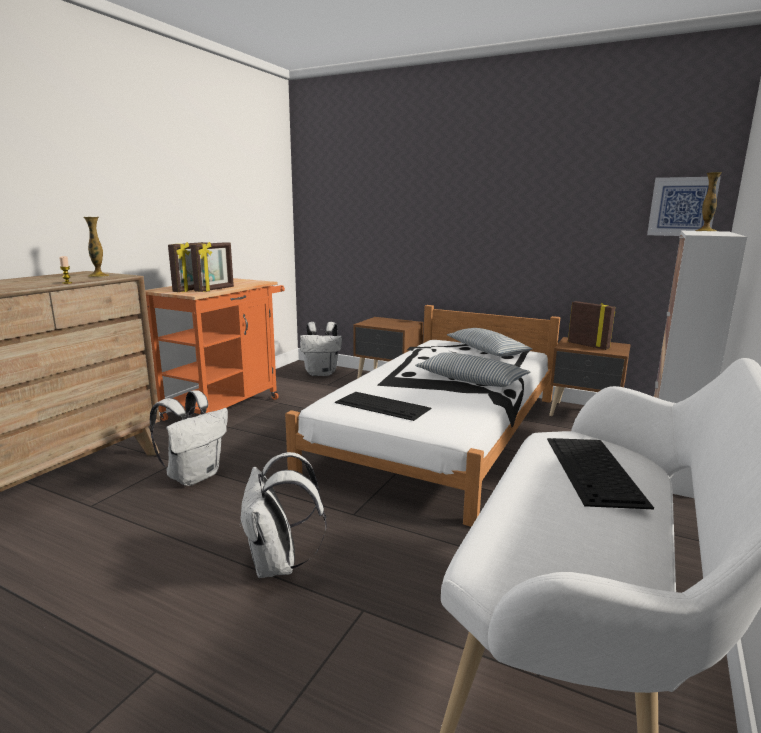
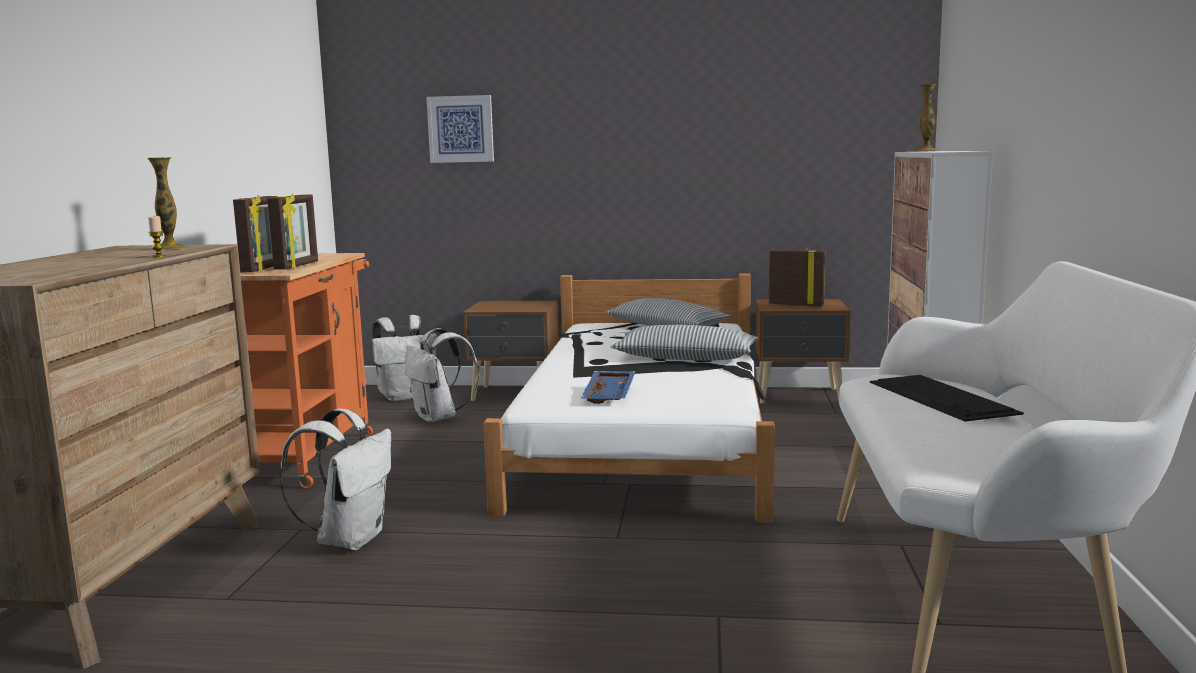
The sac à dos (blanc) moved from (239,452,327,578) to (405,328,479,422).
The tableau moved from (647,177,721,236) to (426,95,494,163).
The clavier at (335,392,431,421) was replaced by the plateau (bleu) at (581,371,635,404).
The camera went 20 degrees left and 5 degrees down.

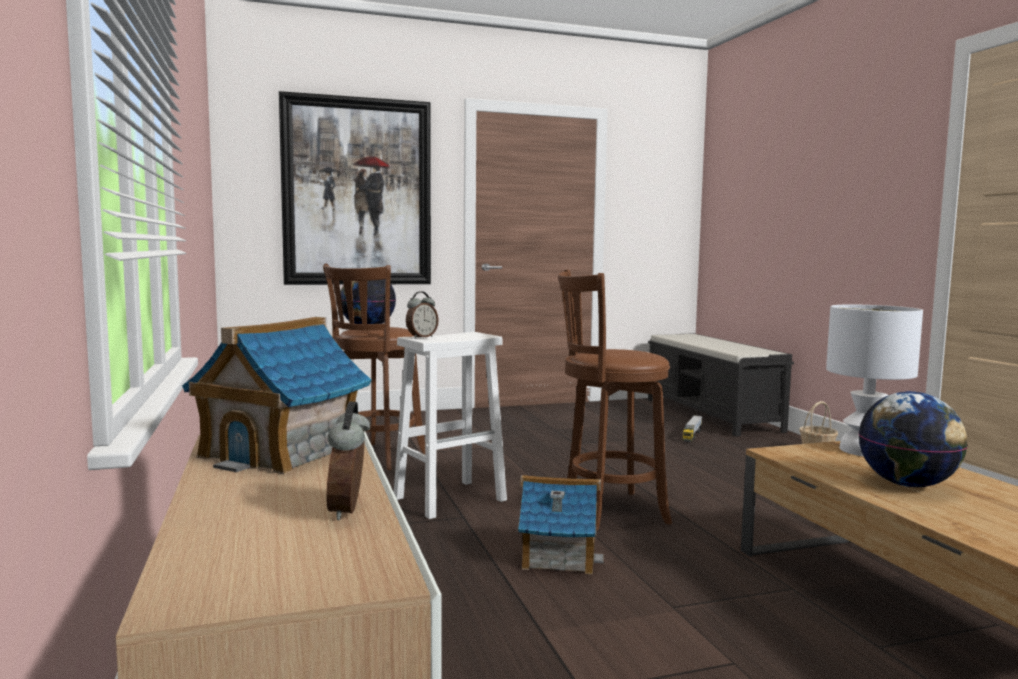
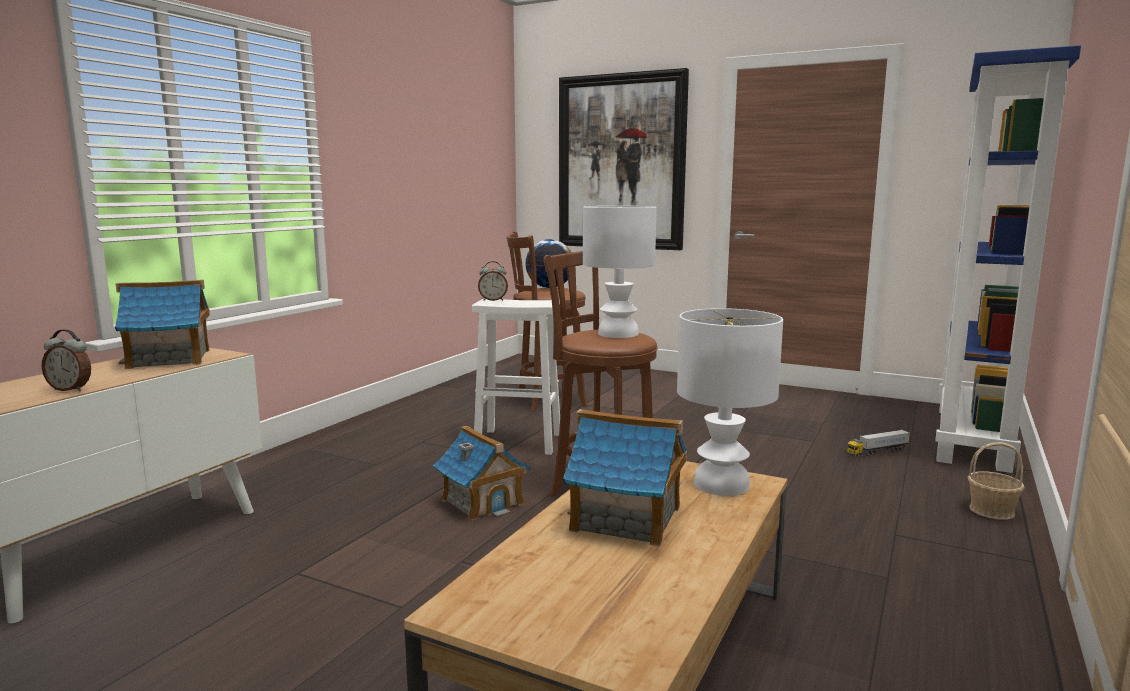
The lampe de table (blanc) at (583,206,657,338) appeared.
The banc (noir) at (648,333,794,437) was replaced by the bibliothèque (bleu) at (935,45,1081,473).
The globe at (859,391,968,487) was replaced by the maison miniature at (563,409,688,547).
The réveil at (326,401,370,520) turned 120 degrees counterclockwise.
The camera went 45 degrees right and 5 degrees up.

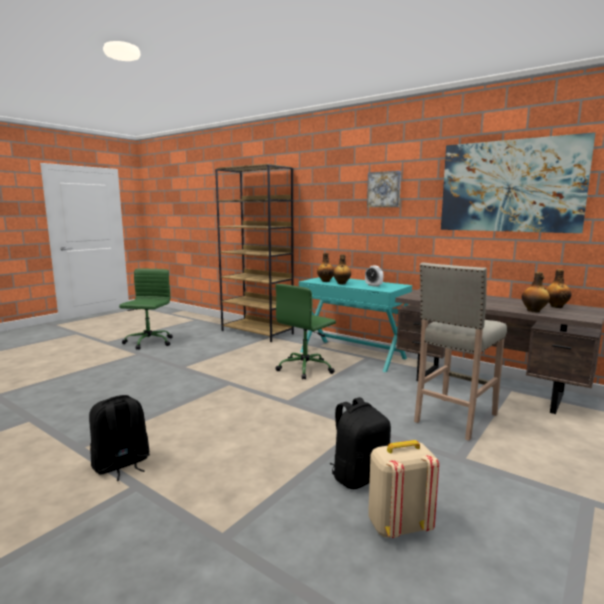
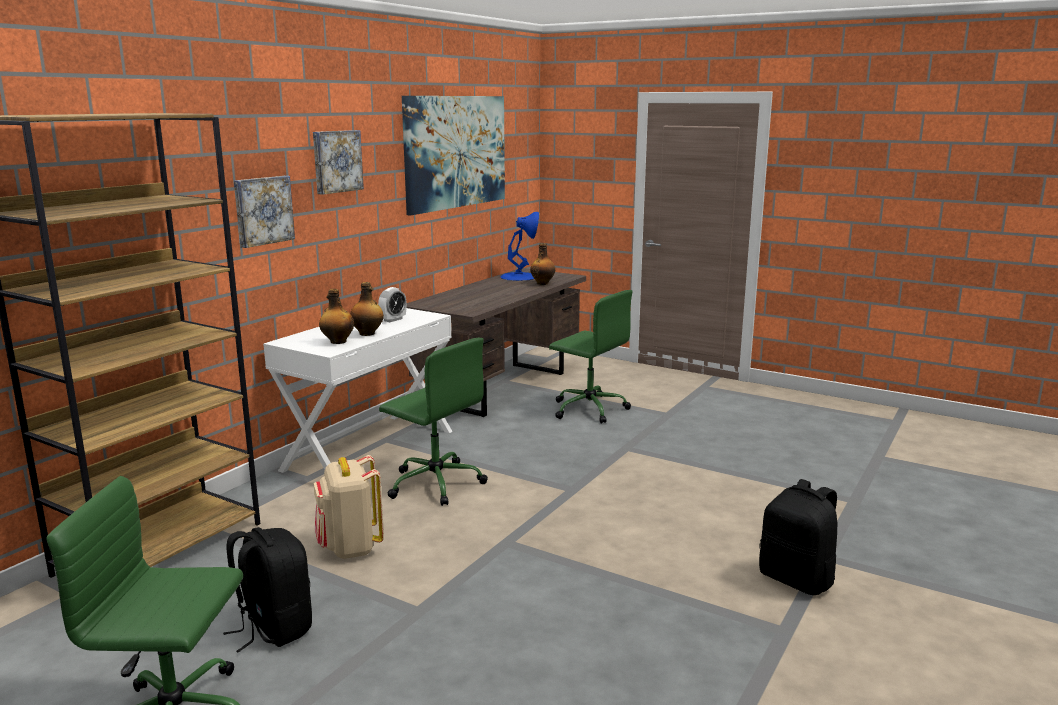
The tableau at (234,176,295,248) appeared.
The sac à dos (noir) moved from (330,397,391,489) to (223,527,312,652).
The sac à dos (beige) moved from (368,440,439,538) to (314,455,384,559).
The tabouret (beige) at (414,262,507,441) was replaced by the chaise de bureau (vert) at (549,290,632,424).
The bouteille at (546,269,572,308) was replaced by the lampe de table (bleu) at (500,212,539,281).
The bureau (turquoise) at (299,277,412,372) became the bureau (blanc) at (263,308,453,473).
The camera went 95 degrees left and 5 degrees up.

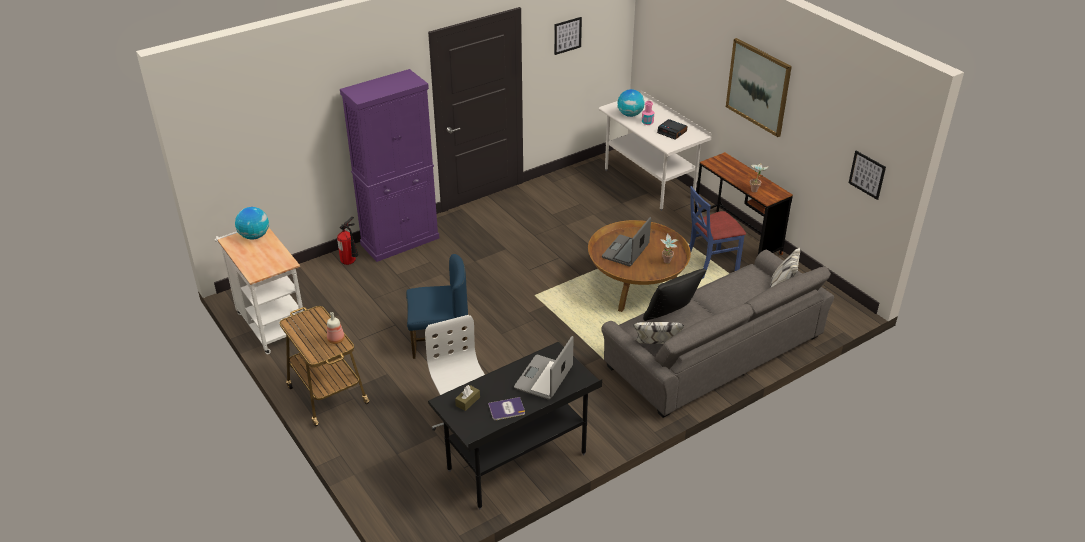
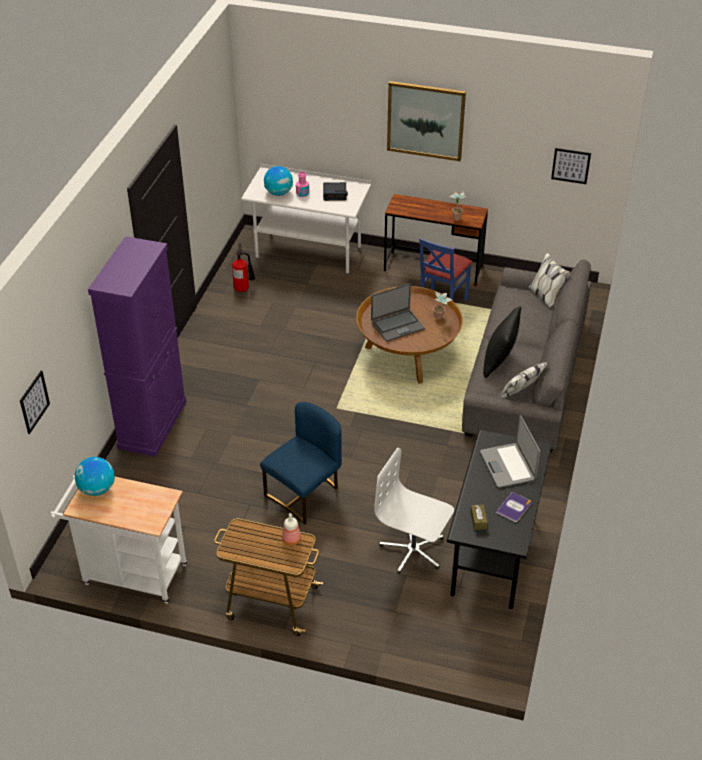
The extincteur moved from (337,217,358,265) to (232,243,255,292).
The tableau moved from (554,17,582,55) to (20,371,50,434).
The ordinateur portable at (602,217,651,266) turned 105 degrees counterclockwise.
The camera went 40 degrees left and 5 degrees up.

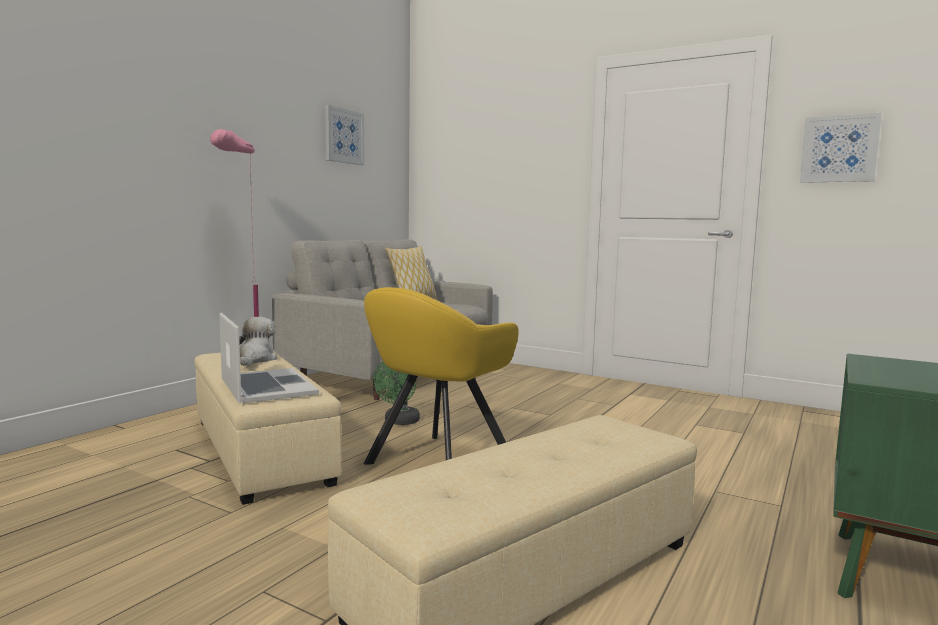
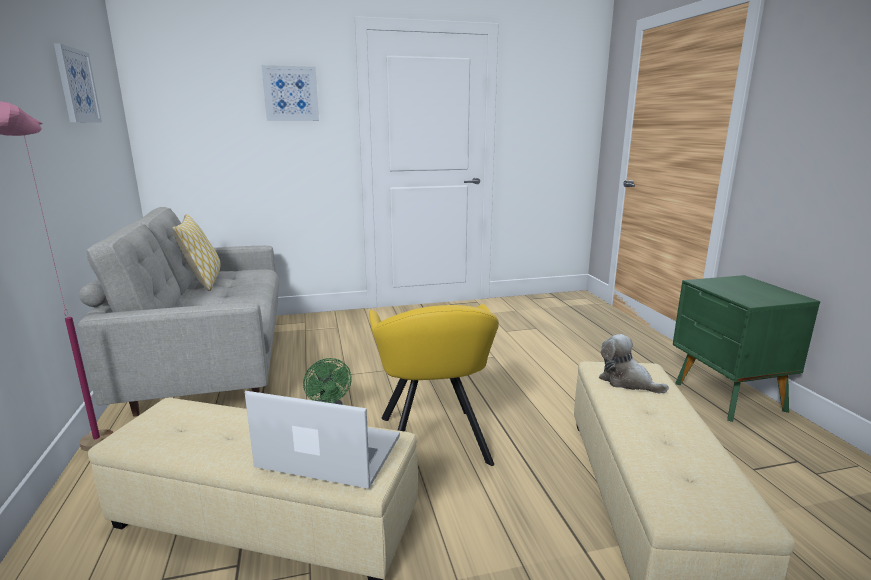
The peluche moved from (239,317,277,366) to (599,334,669,393).
The tableau moved from (800,113,882,183) to (262,65,319,121).
The camera went 45 degrees left and 10 degrees up.

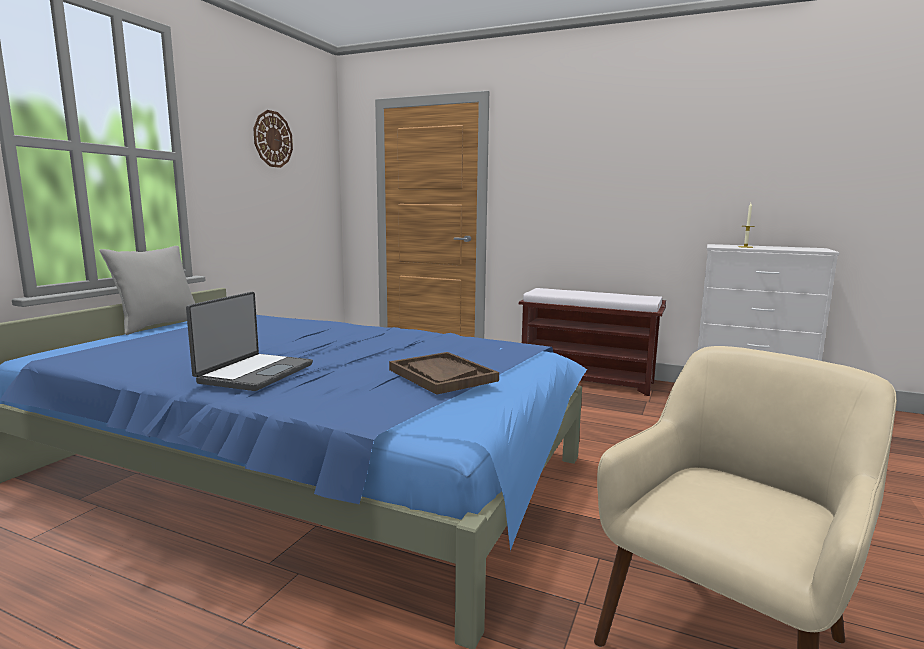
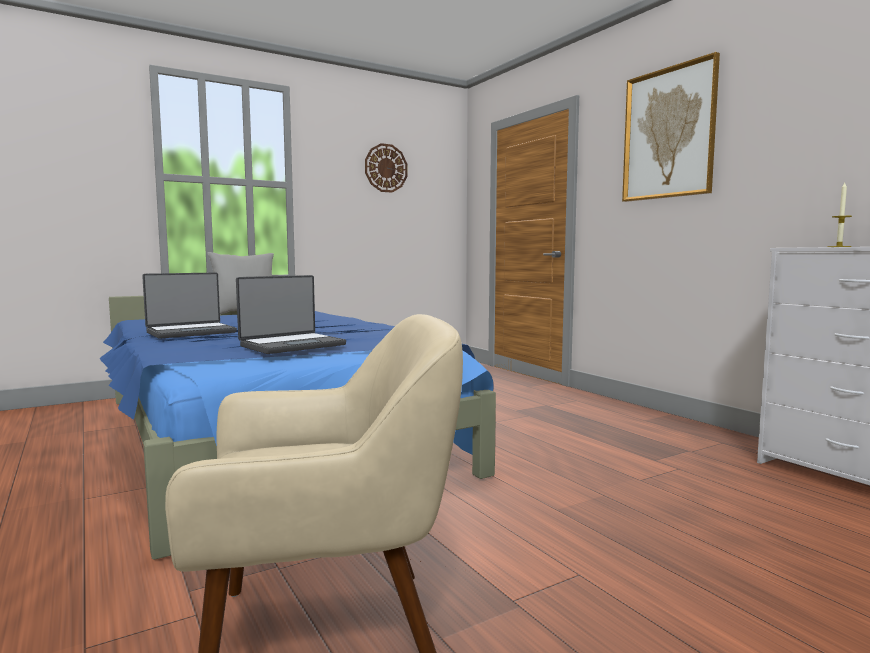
The banc (marron) at (519,288,666,396) disappeared.
The tableau at (622,52,720,202) appeared.
The plateau (marron) at (389,352,499,395) was replaced by the ordinateur portable at (236,275,346,354).
The camera went 35 degrees right and 5 degrees down.

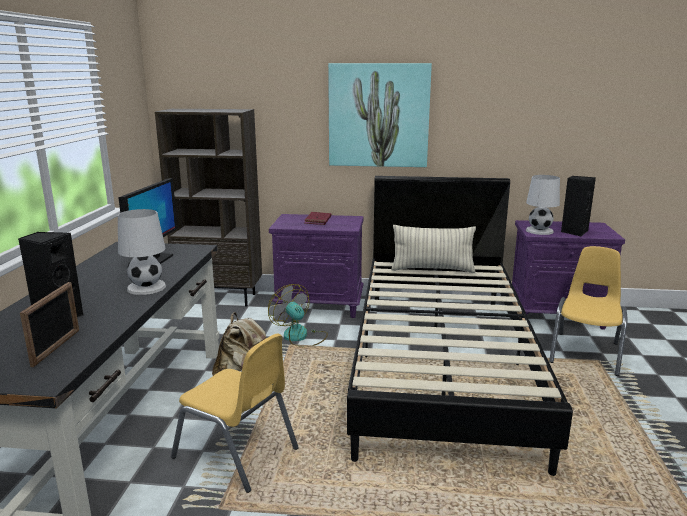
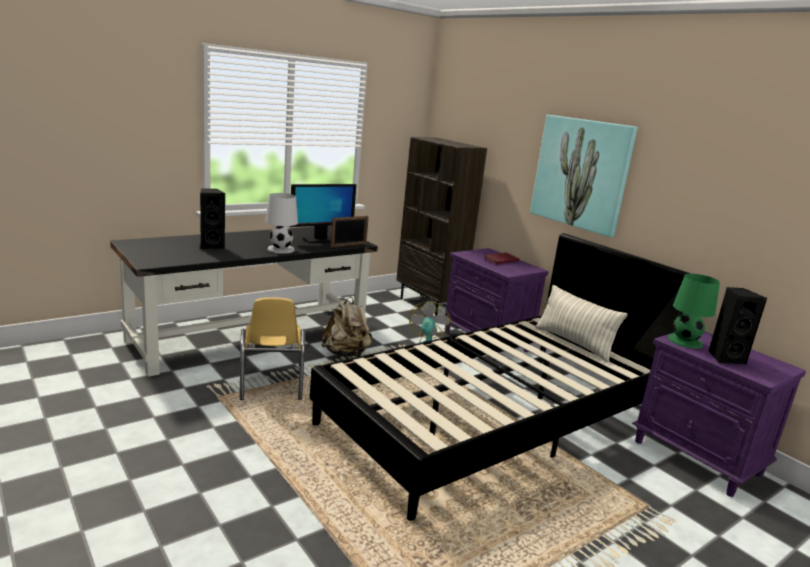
The chaise (jaune) at (549,246,628,376) disappeared.
The cadre photo moved from (20,282,79,367) to (331,216,369,248).
The lampe de table (blanc) at (526,175,560,235) became the lampe de table (vert) at (668,274,720,349).
The camera went 45 degrees right and 0 degrees up.

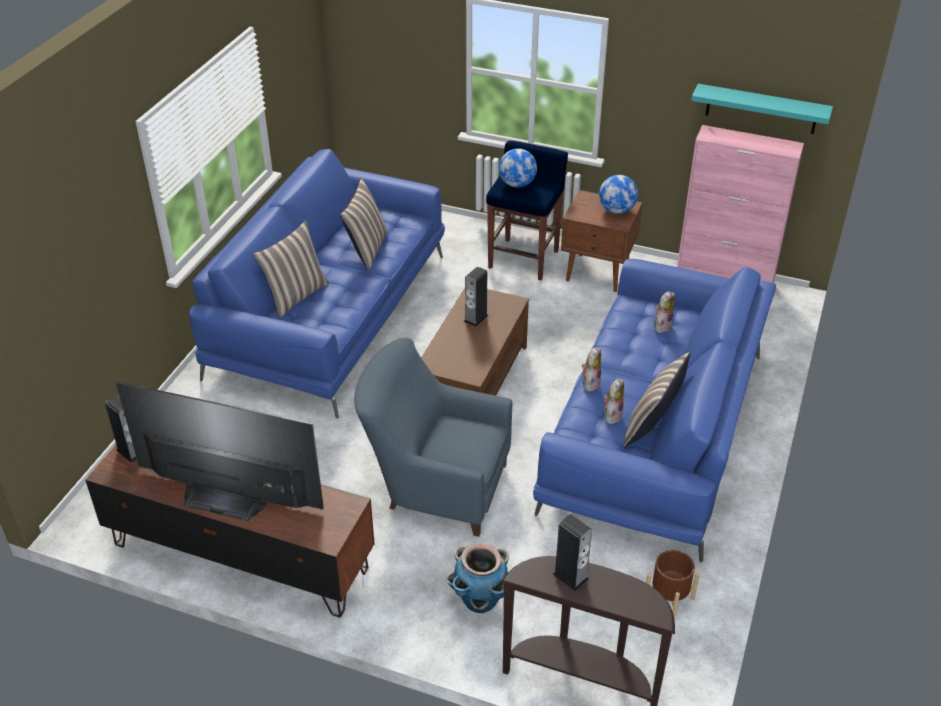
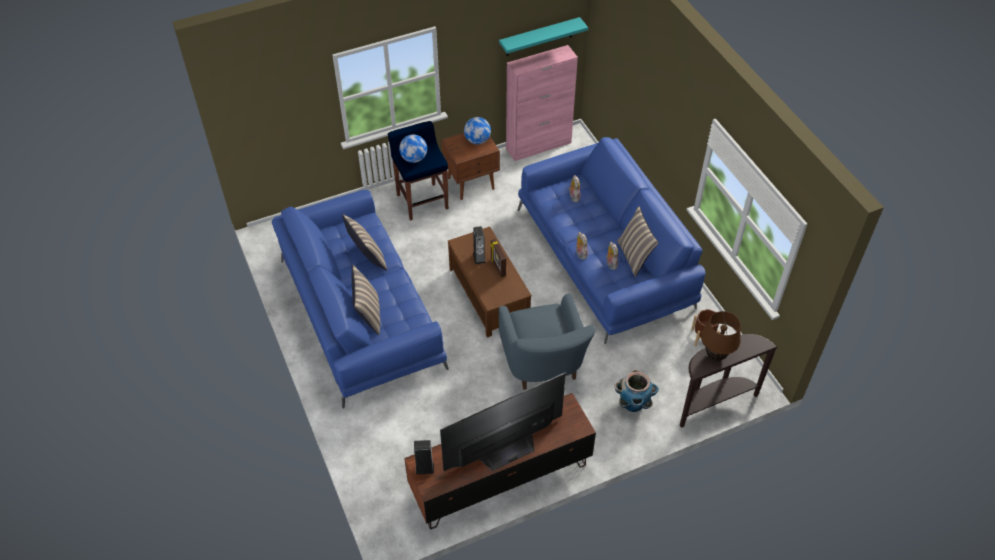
The cadre photo at (490,239,506,278) appeared.
The enceinte at (553,514,592,591) was replaced by the lampe de table (marron) at (701,311,741,361).
The fauteuil (bleu) at (354,338,512,537) turned 75 degrees counterclockwise.
The camera went 45 degrees left and 10 degrees up.

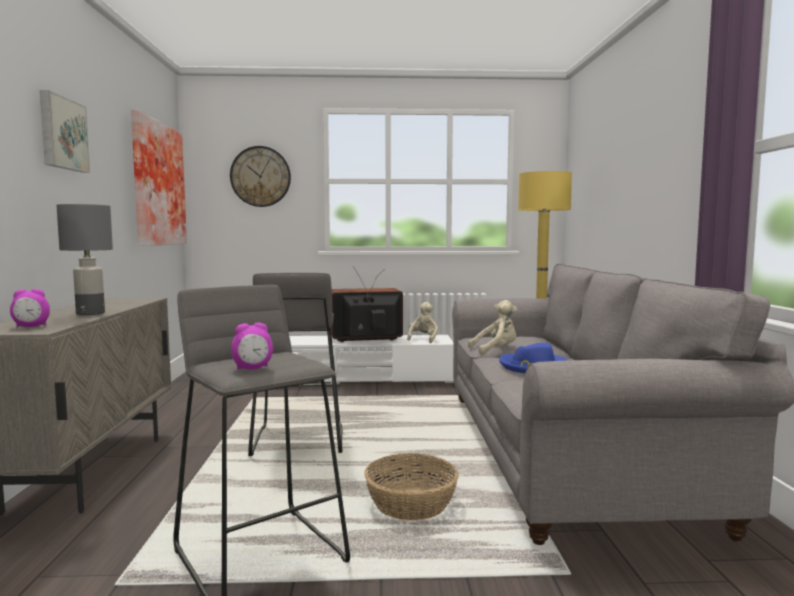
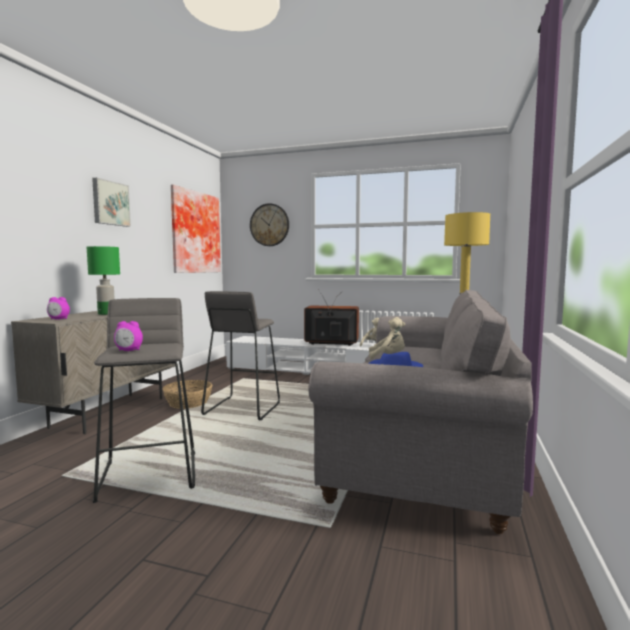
The panier moved from (364,453,459,521) to (162,380,213,409).
The lampe de table (gris) at (56,204,113,315) became the lampe de table (vert) at (87,246,120,315).
The camera went 20 degrees right and 0 degrees up.

